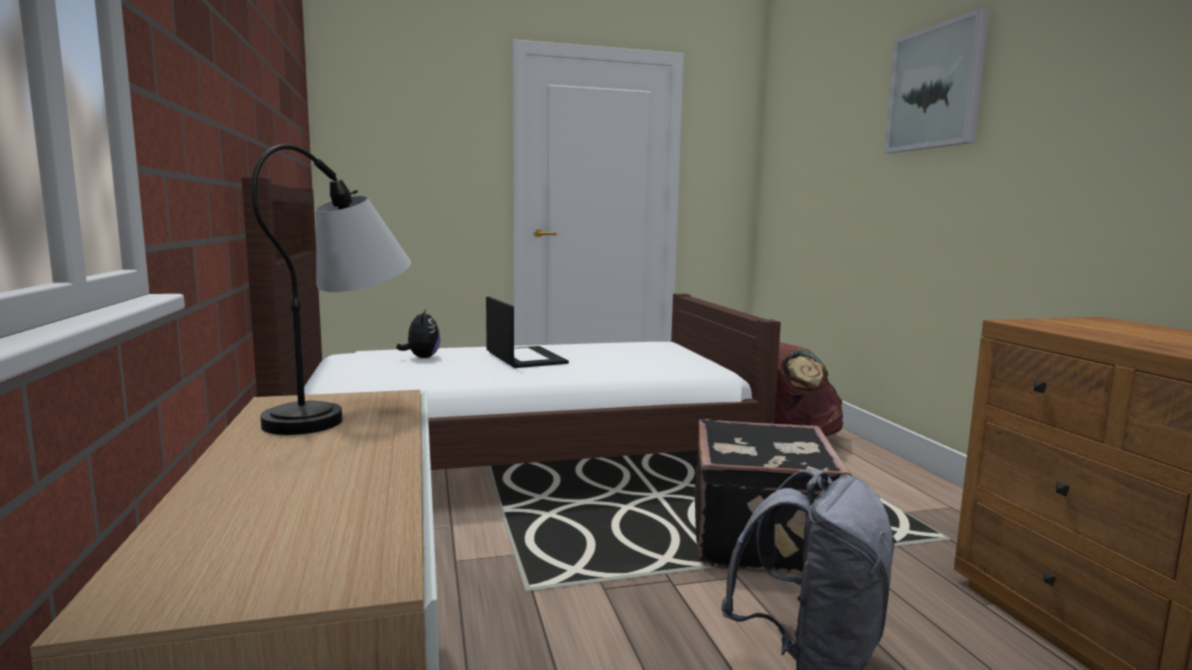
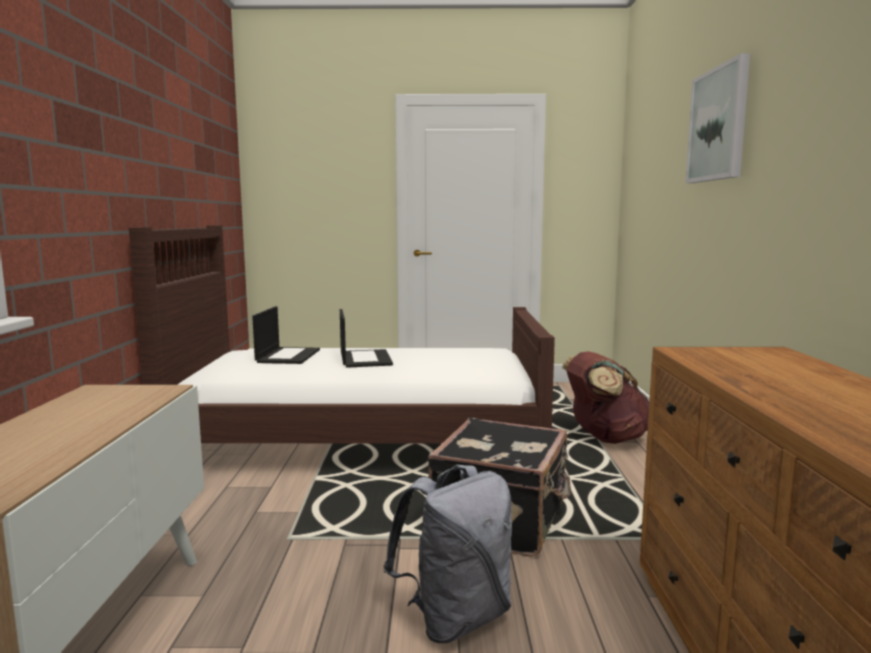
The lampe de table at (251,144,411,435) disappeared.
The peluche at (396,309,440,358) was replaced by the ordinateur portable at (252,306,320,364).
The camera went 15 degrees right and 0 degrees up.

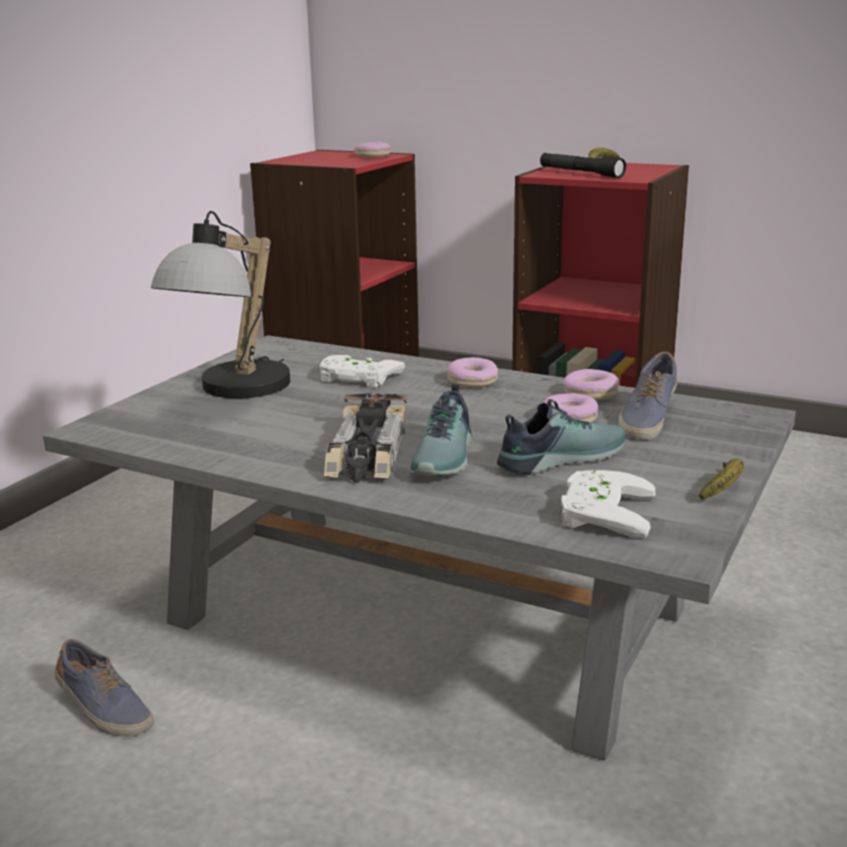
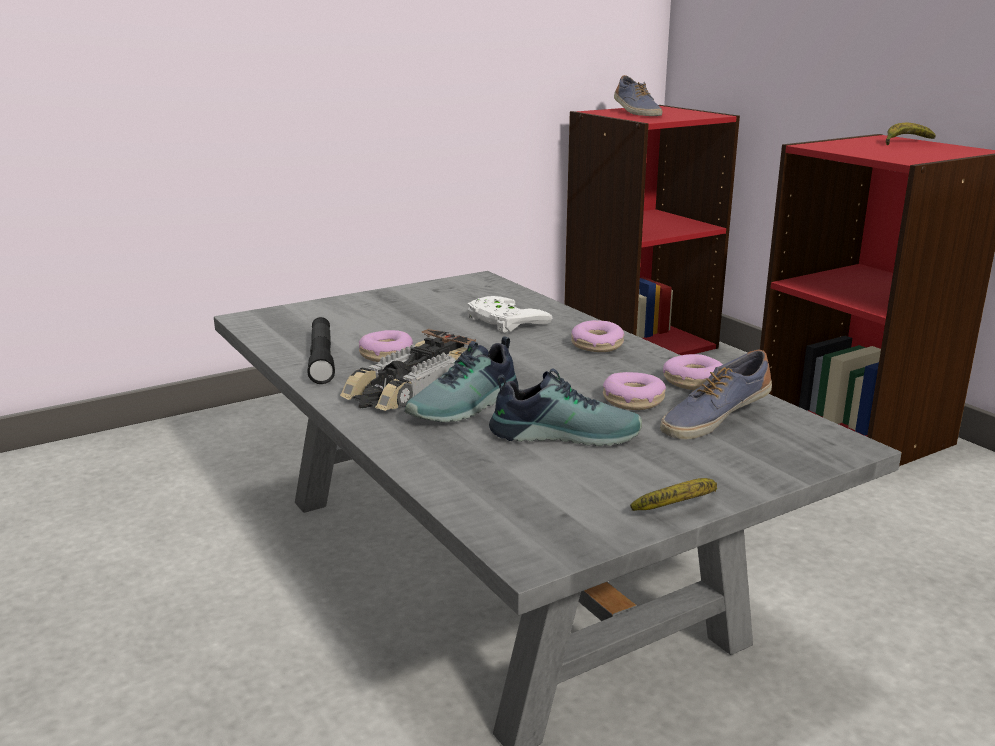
The lampe de table at (151,211,290,398) disappeared.
The manette (blanc) at (561,470,656,538) disappeared.
The chaussure moved from (55,639,154,737) to (614,75,663,116).
The beignet moved from (354,142,390,158) to (359,330,413,362).
The lampe de poche (noir) moved from (540,153,626,178) to (307,317,335,384).
The camera went 30 degrees right and 0 degrees up.

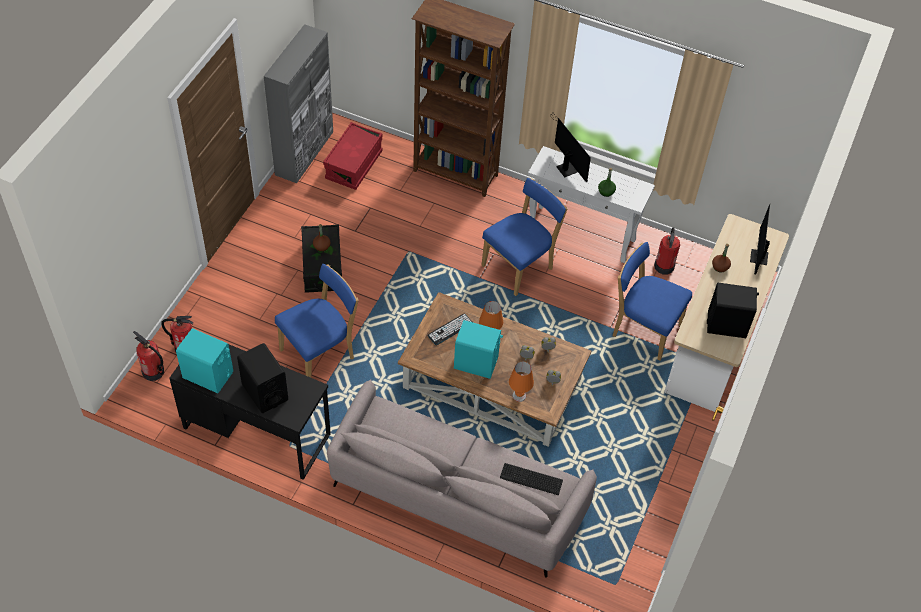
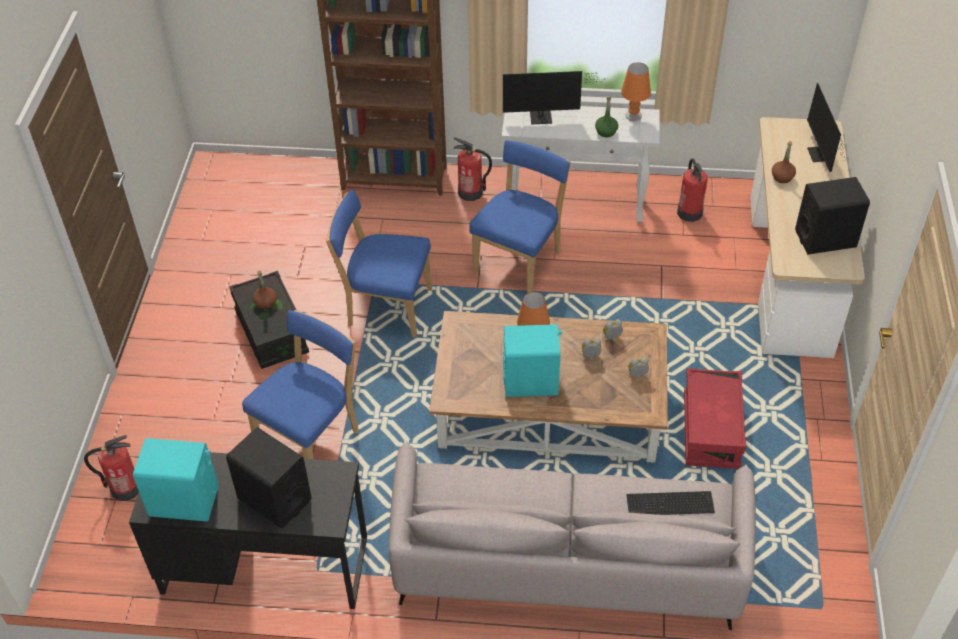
The meuble de rangement (gris) at (264,24,333,183) disappeared.
The clavier at (428,313,472,345) disappeared.
The extincteur moved from (133,331,164,381) to (454,137,492,201).
The boîte de rangement (rouge) moved from (323,122,383,190) to (684,368,746,469).
The lampe de table (orange) moved from (509,361,534,402) to (621,62,651,121).
The chaise (bleu) moved from (613,242,692,361) to (326,189,432,337).
The écran d'ordinateur at (551,113,591,182) turned 135 degrees clockwise.
The camera went 15 degrees left and 5 degrees down.

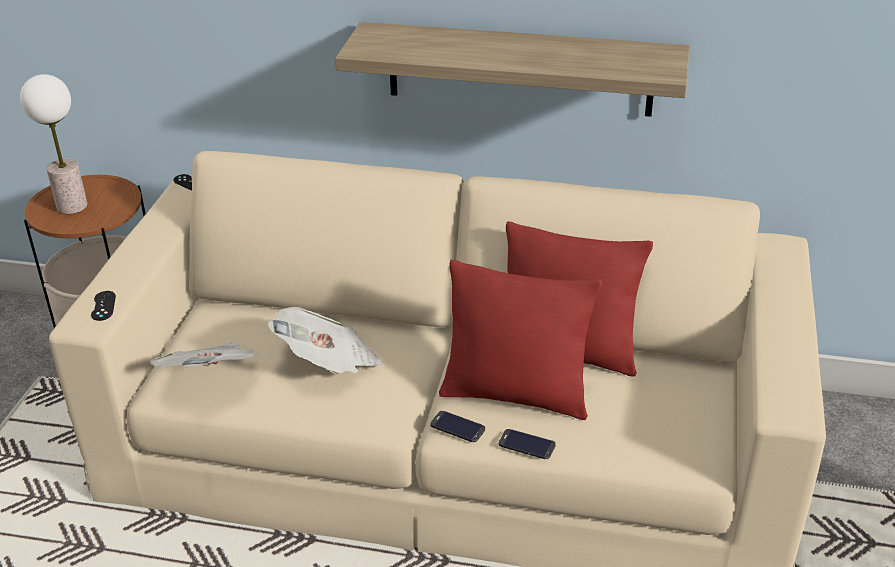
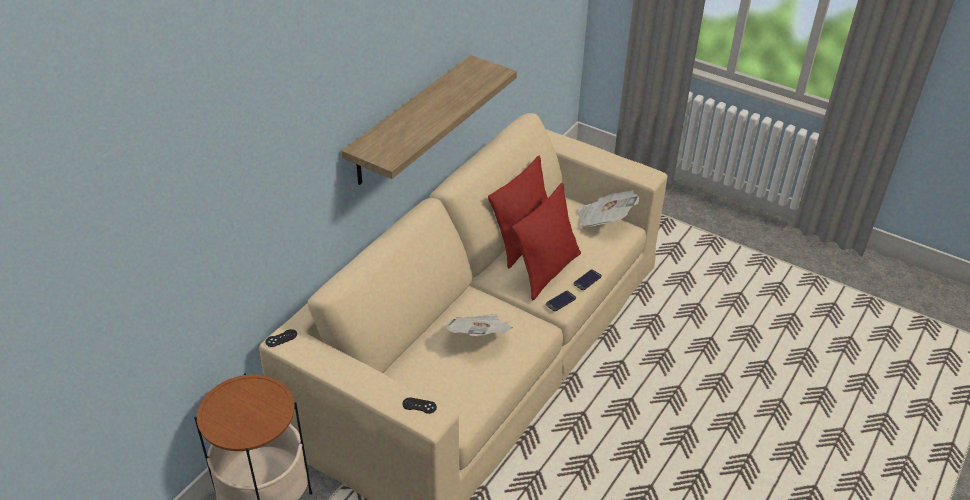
The lampe de table at (20,74,87,214) disappeared.
The journal moved from (150,342,259,368) to (577,190,639,227).
The camera went 70 degrees left and 5 degrees up.

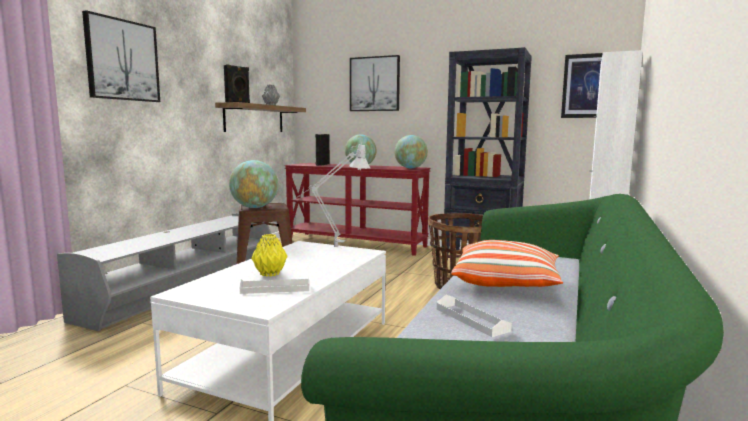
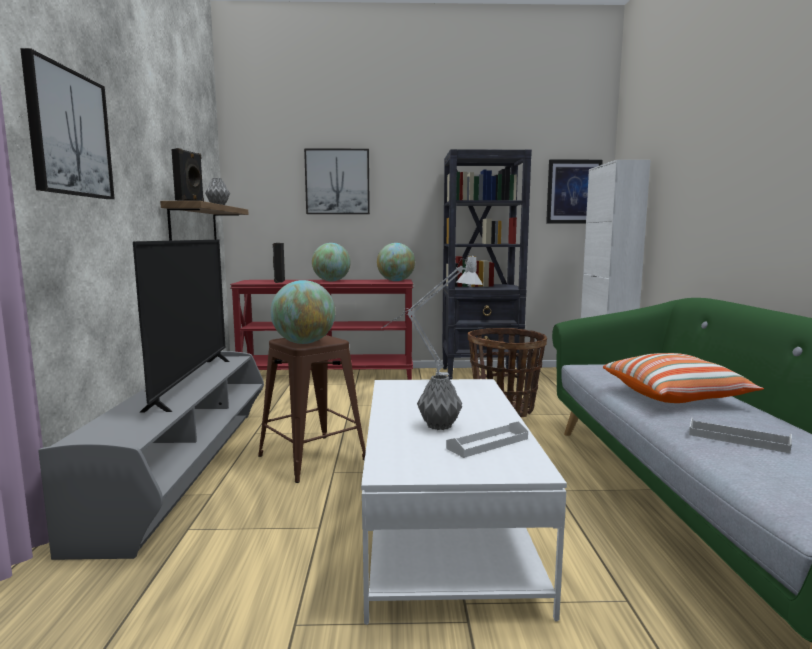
The téléviseur at (133,240,230,413) appeared.
The vase (jaune) at (251,234,288,277) became the vase (gris) at (417,375,462,430).
The camera went 25 degrees left and 0 degrees up.

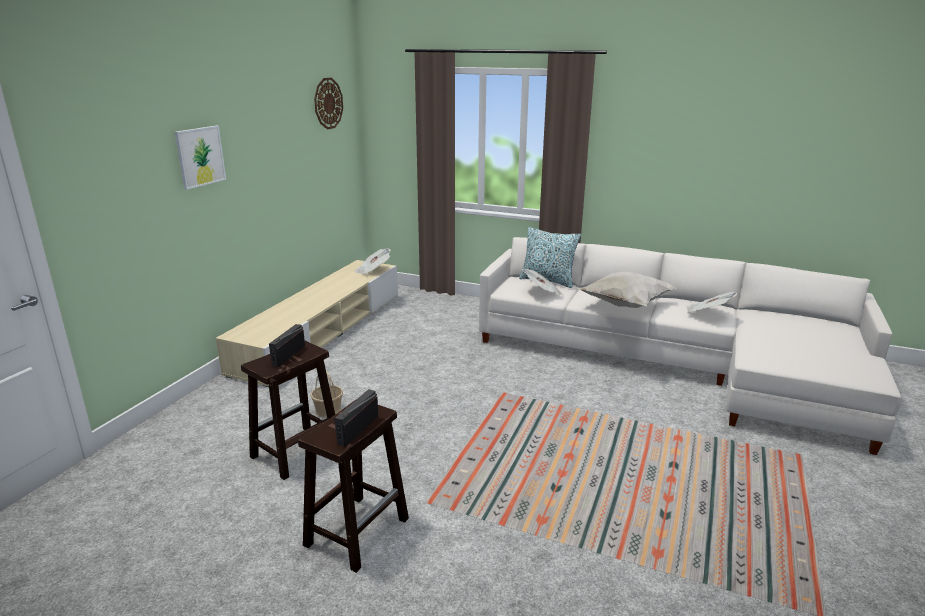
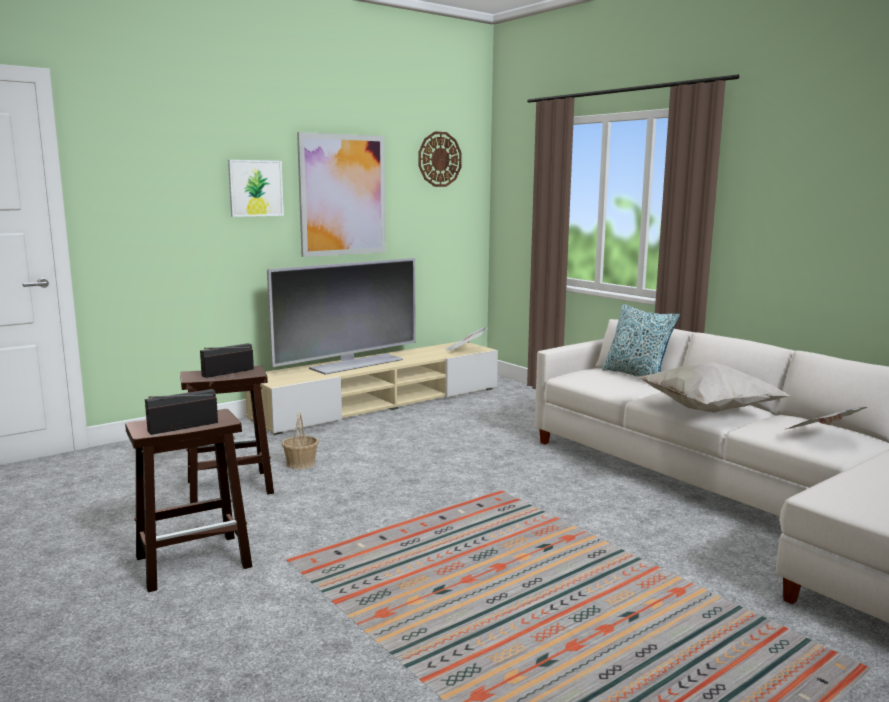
The journal at (522,269,563,295) disappeared.
The téléviseur at (267,258,415,375) appeared.
The tableau at (297,132,386,257) appeared.
The camera went 30 degrees right and 10 degrees down.

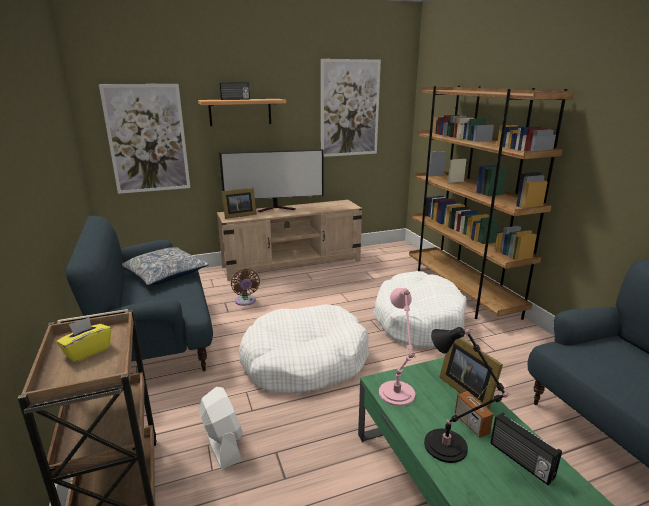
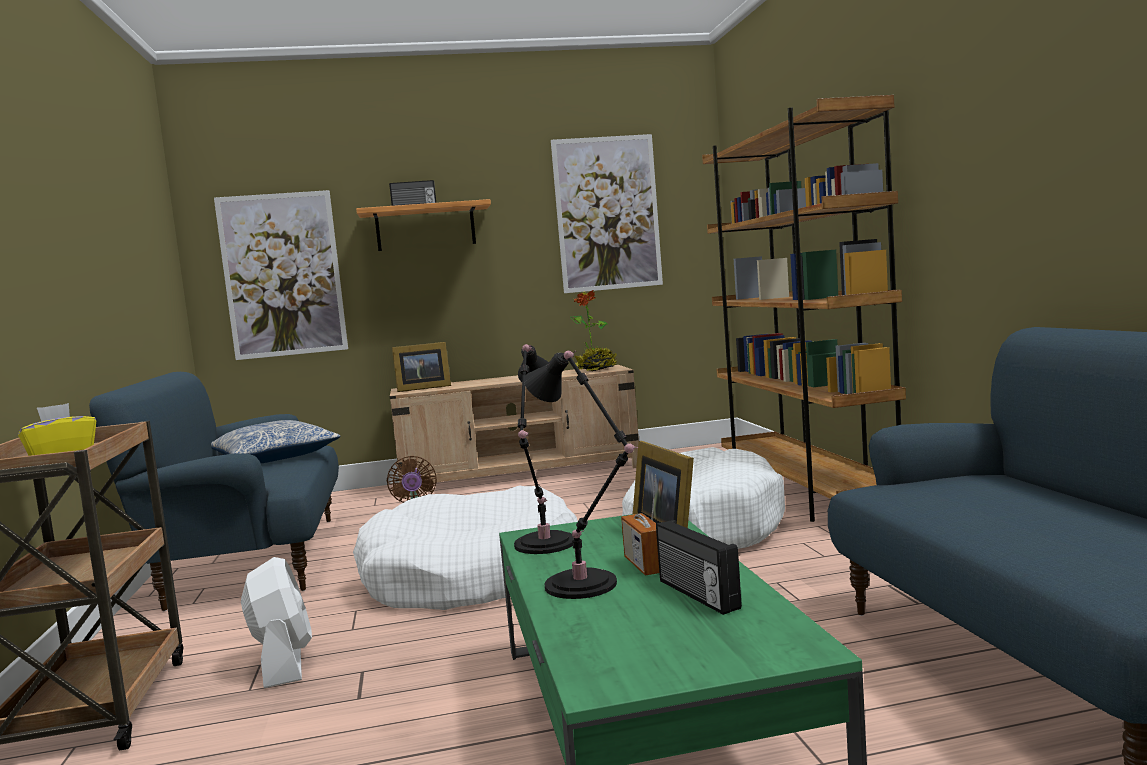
The téléviseur at (219,149,323,212) disappeared.
The plante en pot at (570,290,617,371) appeared.
The lampe de table (rose) at (379,288,415,406) became the lampe de table (noir) at (514,344,574,554).
The camera went 10 degrees right and 15 degrees down.

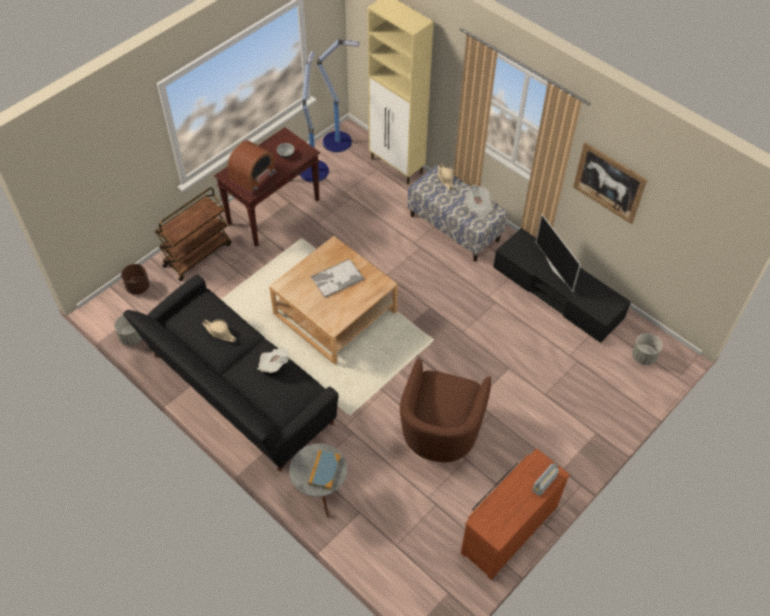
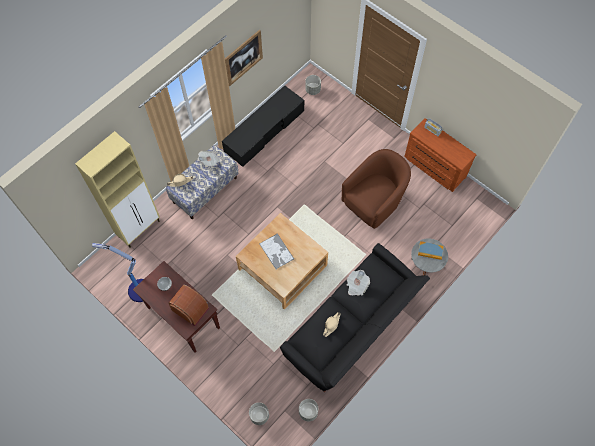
The chariot (marron) at (155,187,232,281) disappeared.
The lampadaire at (317,39,359,152) disappeared.
The téléviseur at (536,214,581,292) disappeared.
The cache-pot (marron) at (121,264,150,295) became the cache-pot (gris) at (249,402,269,425).
The fauteuil (marron) at (400,358,491,462) turned 60 degrees counterclockwise.
The camera went 90 degrees left and 10 degrees up.

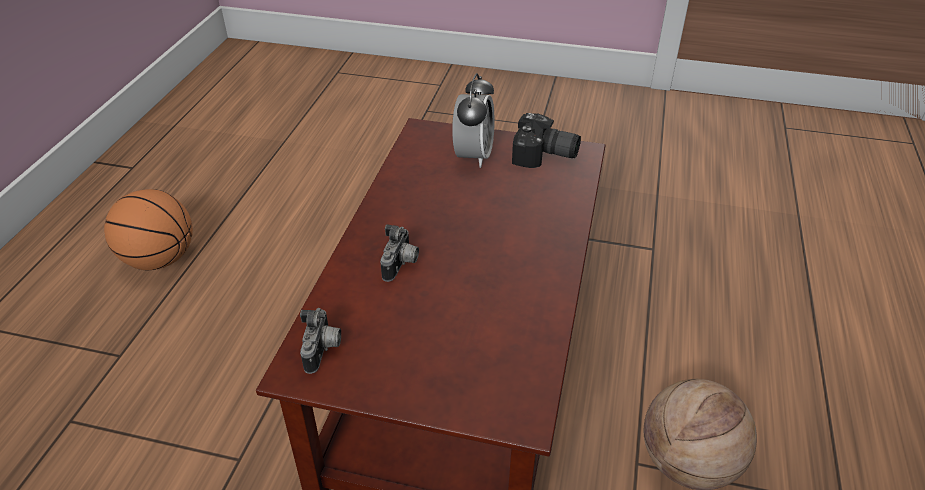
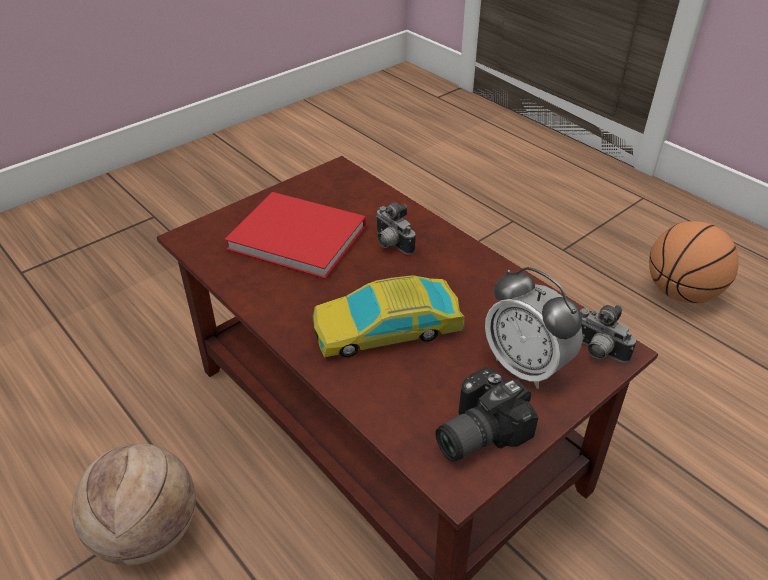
The livre (rouge) at (224,192,366,279) appeared.
The petite voiture at (313,275,465,357) appeared.
The appareil photo moved from (300,308,341,374) to (580,305,636,363).
The camera went 125 degrees right and 0 degrees up.

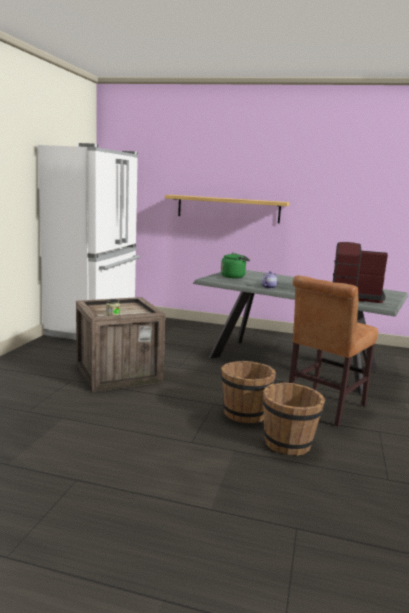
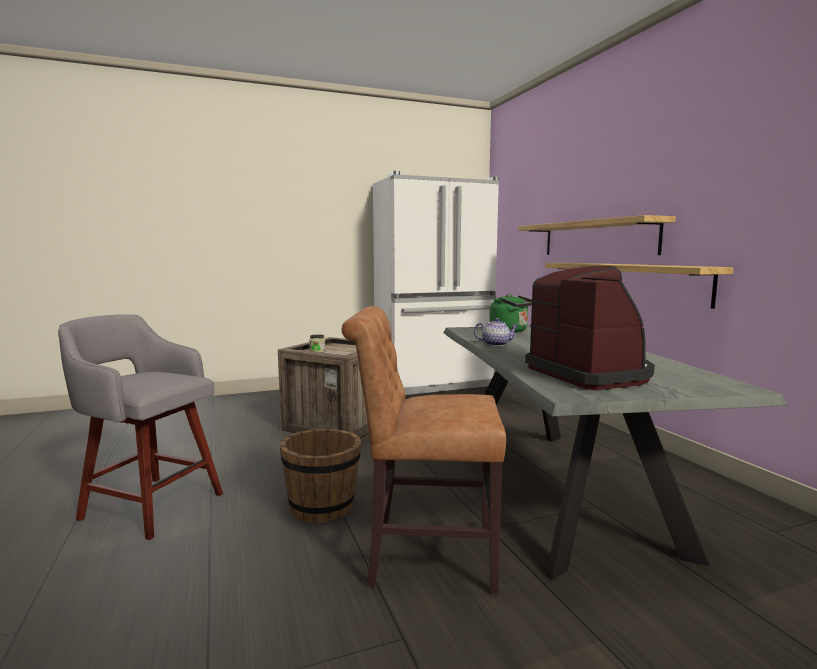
The seau (marron) at (263,383,325,456) disappeared.
The tabouret (gris) at (58,314,223,540) appeared.
The étagère at (545,263,734,309) appeared.
The camera went 55 degrees right and 5 degrees down.

